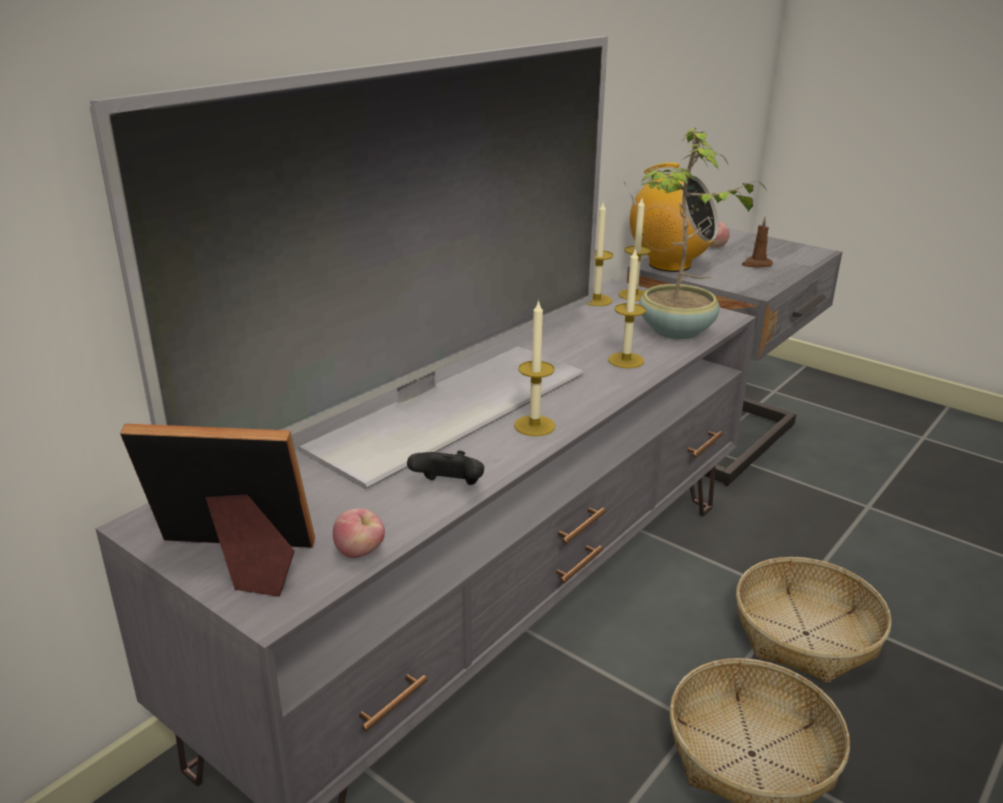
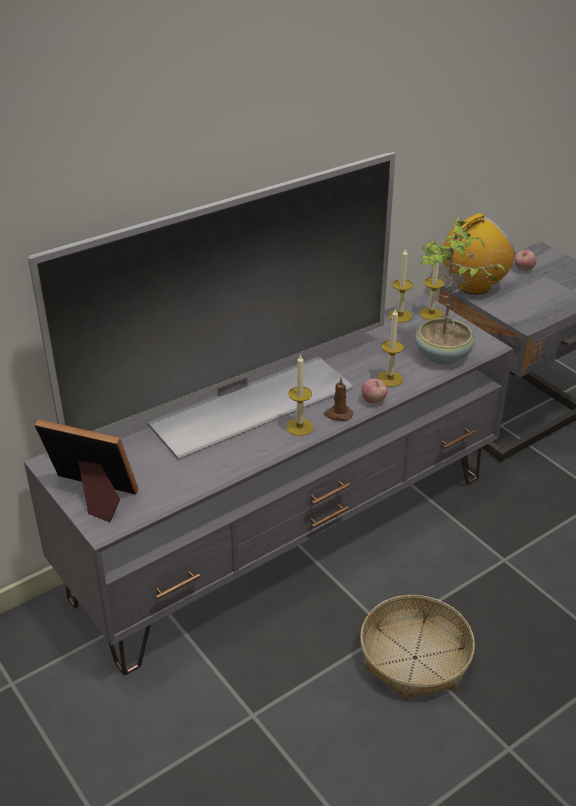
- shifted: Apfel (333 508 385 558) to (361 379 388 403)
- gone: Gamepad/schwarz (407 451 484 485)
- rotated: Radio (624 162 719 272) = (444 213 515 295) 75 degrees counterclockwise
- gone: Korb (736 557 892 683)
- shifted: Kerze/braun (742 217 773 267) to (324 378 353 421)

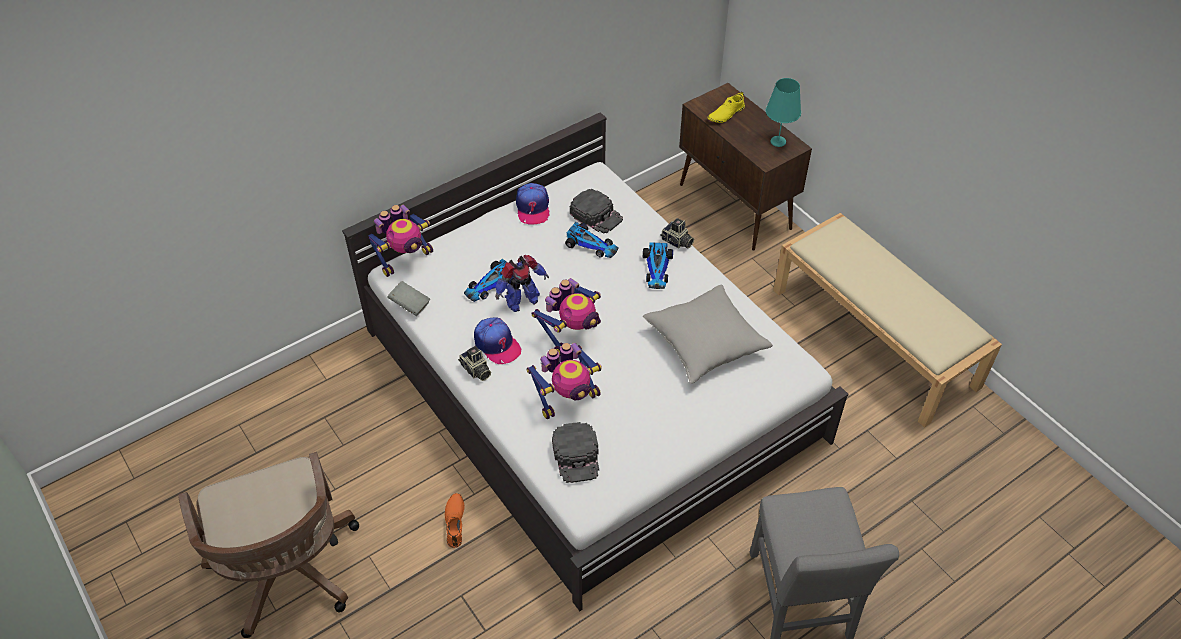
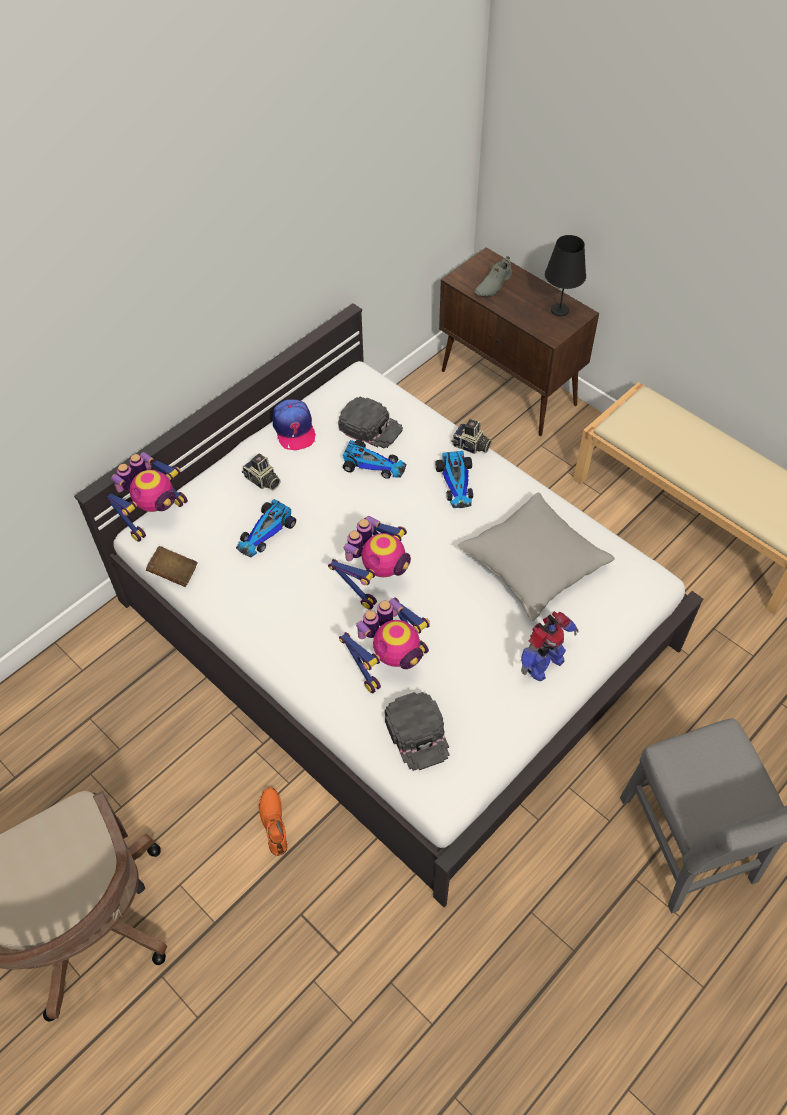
- repainted: Buch/grau (387 281 430 316) to Buch/braun (146 546 198 587)
- shifted: Kamera (458 346 491 381) to (242 453 281 490)
- gone: Kappe (474 317 522 364)
- shifted: Spielzeugroboter (495 254 549 312) to (521 611 578 681)
- repainted: Schuh/gelb (707 91 745 123) to Schuh/grau (474 256 512 297)
- repainted: Tischlampe/türkis (766 78 801 147) to Tischlampe/schwarz (545 235 586 316)

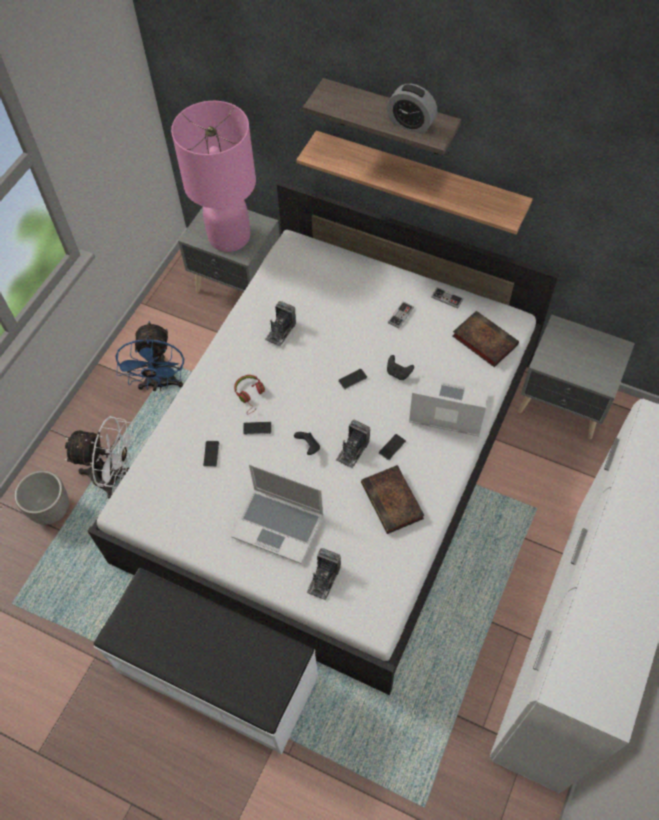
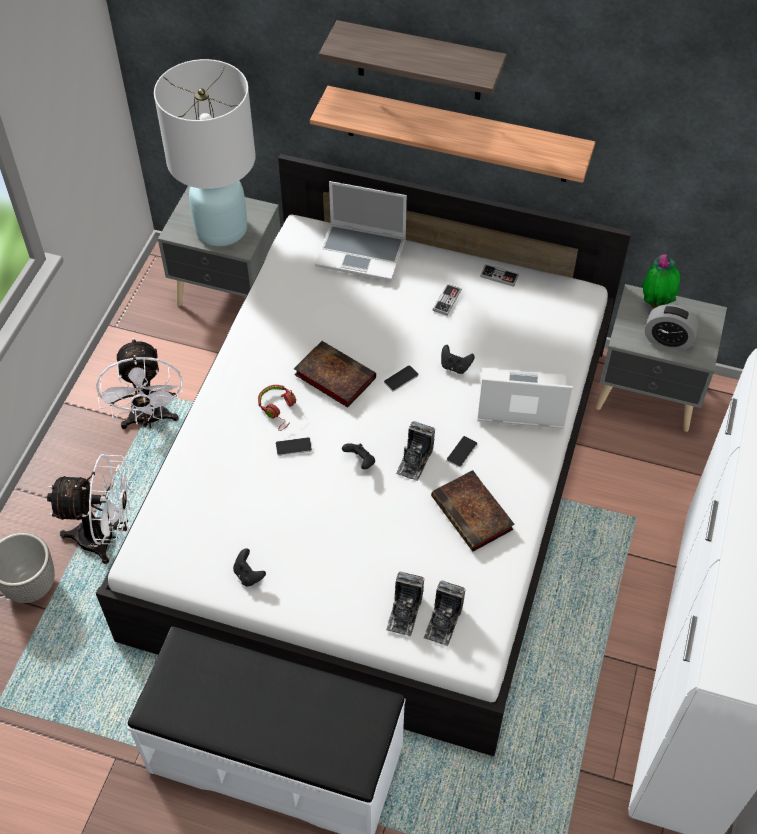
- repainted: Ventilator/blau (116 321 184 391) to Ventilator/weiß (96 338 183 429)
- repainted: Tischlampe/rosa (171 101 256 252) to Tischlampe/weiß (154 59 256 246)
- gone: Handy (203 441 219 467)
- shifted: Laptop (231 464 323 564) to (315 181 407 281)
- shifted: Kamera (265 301 296 346) to (423 580 465 646)
- shifted: Wecker (387 84 437 134) to (645 304 699 351)
- shifted: Buch (453 311 519 367) to (294 341 376 408)
- new: Gamepad/schwarz (233 548 266 587)
- new: Topfpflanze (642 254 681 308)

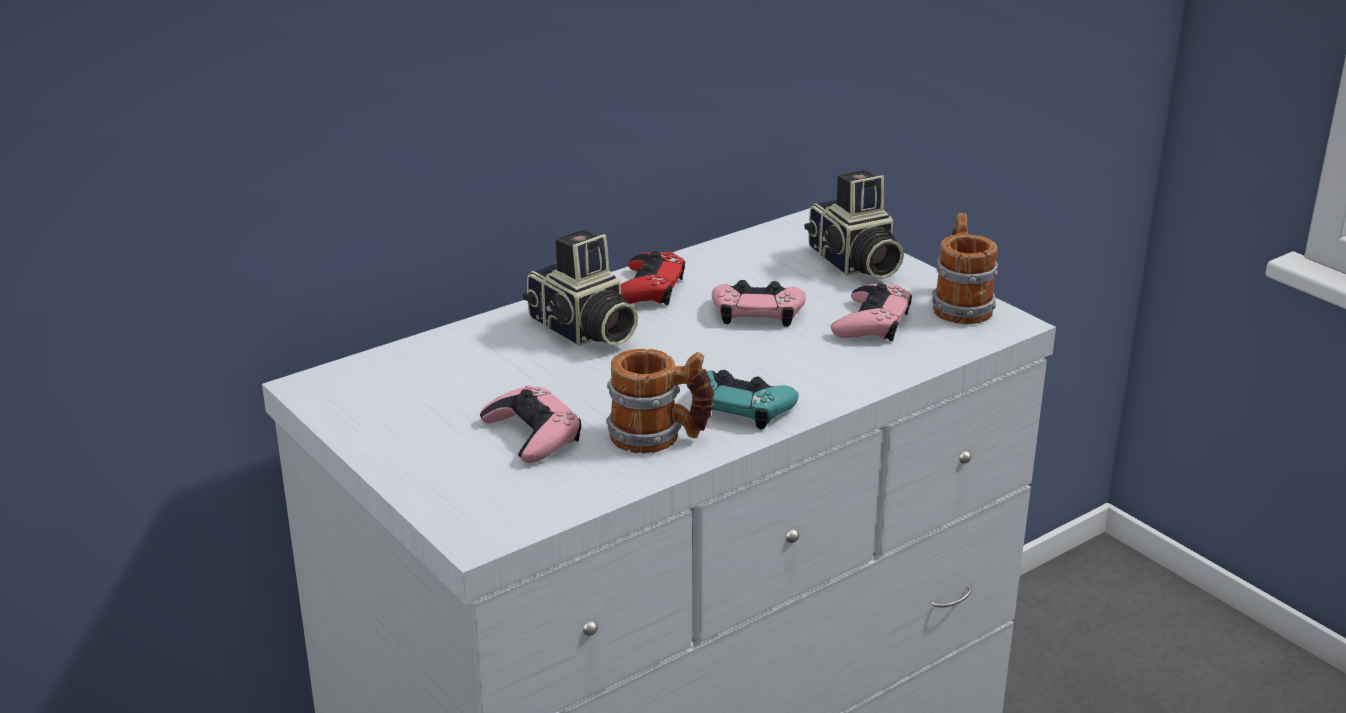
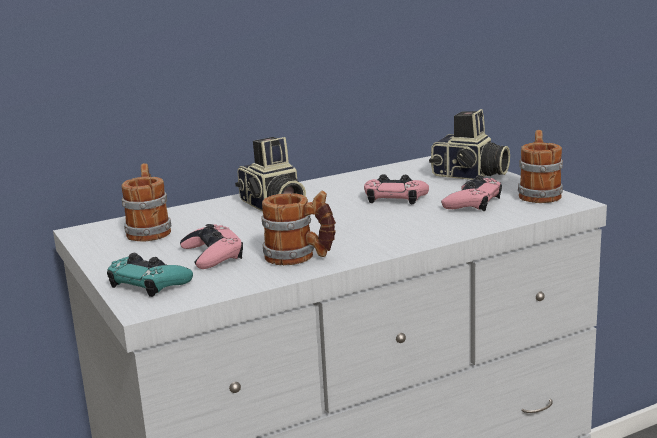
- gone: Gamepad/rot (621 250 685 305)
- shifted: Gamepad/türkis (692 370 799 429) to (107 253 193 297)
- rotated: Kamera (805 170 904 279) = (429 109 510 180) 45 degrees counterclockwise
- new: Henkelbecher (122 163 171 242)

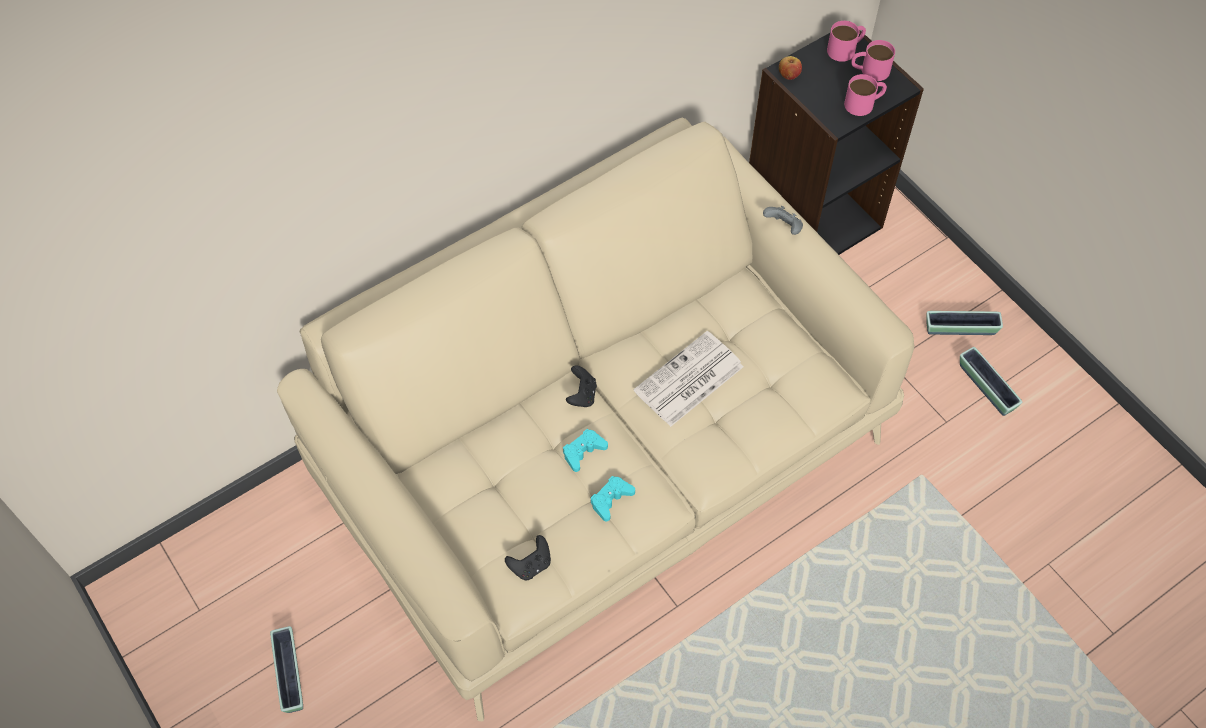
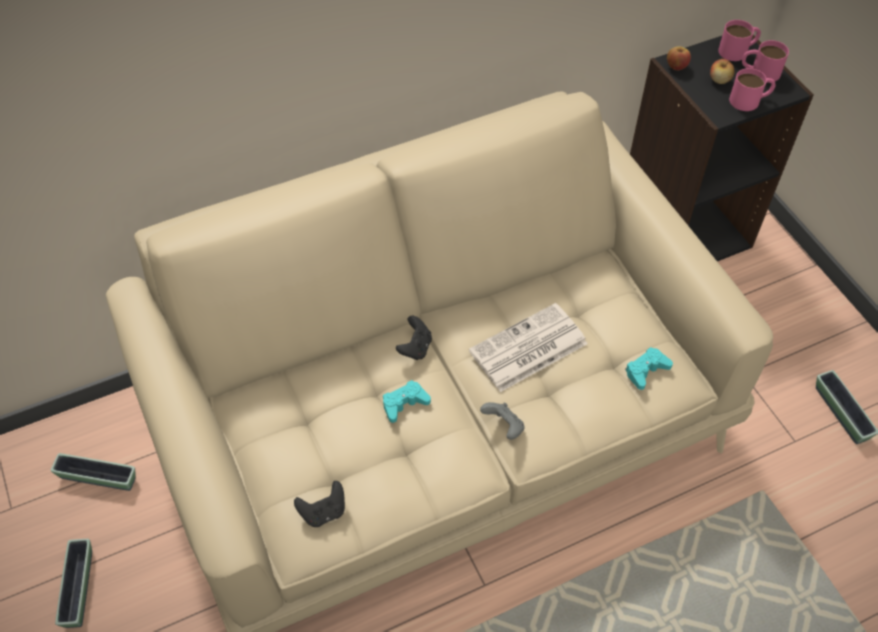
- shifted: Gamepad/türkis (590 476 635 521) to (625 347 673 390)
- shifted: Gamepad/grau (763 206 803 235) to (480 402 525 440)
- shifted: Pflanzkübel (926 311 1003 335) to (51 453 136 491)
- new: Apfel (710 59 734 84)

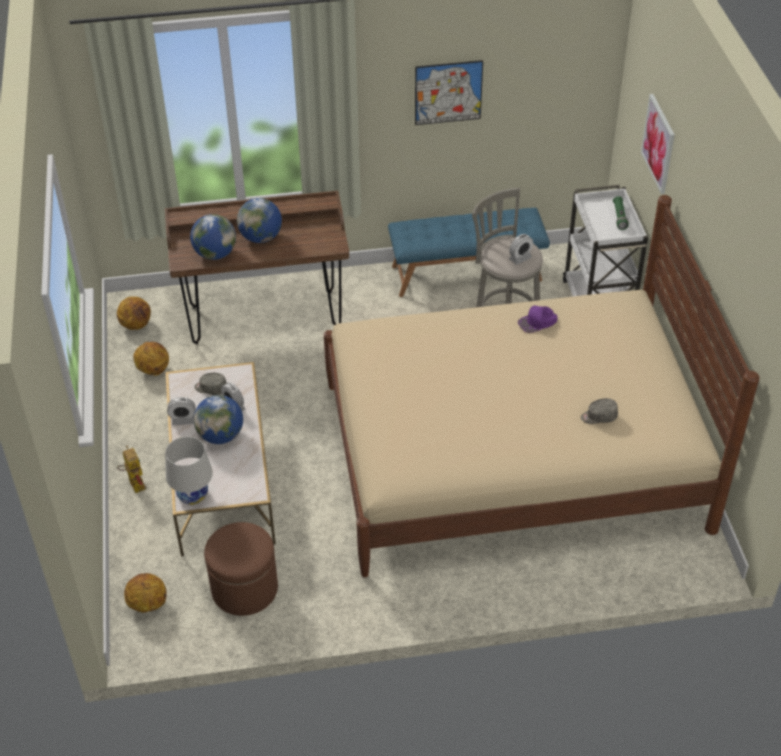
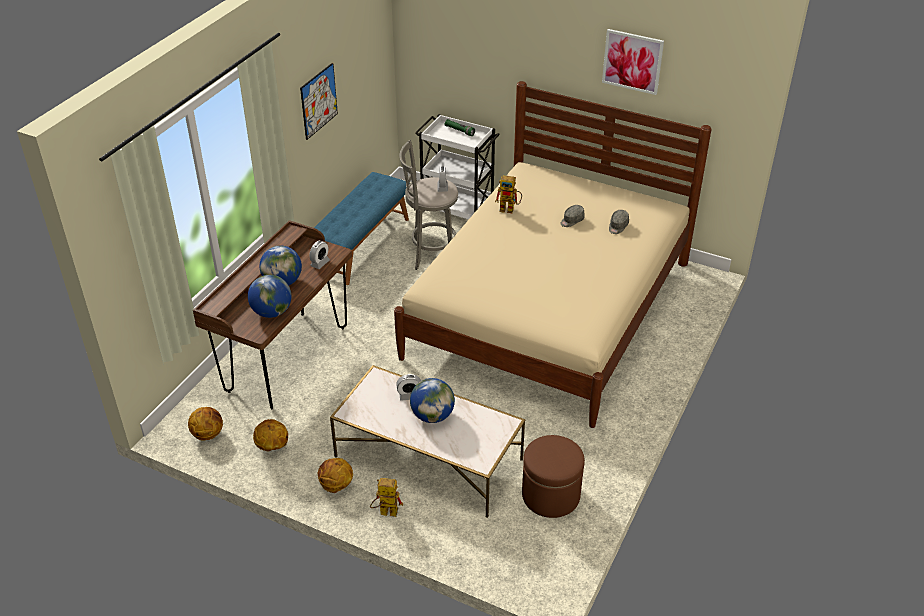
- shifted: Basketball (124 573 167 613) to (318 458 353 493)
- gone: Tischlampe/weiß (165 436 213 505)
- shifted: Wecker (167 397 195 425) to (310 241 330 269)
- shifted: Kappe/grau (194 373 227 395) to (560 205 585 227)
- swapped: Kappe/lila (518 305 558 333) to Spielzeugroboter (495 176 522 213)
- shifted: Bild (641 94 675 194) to (602 29 664 95)

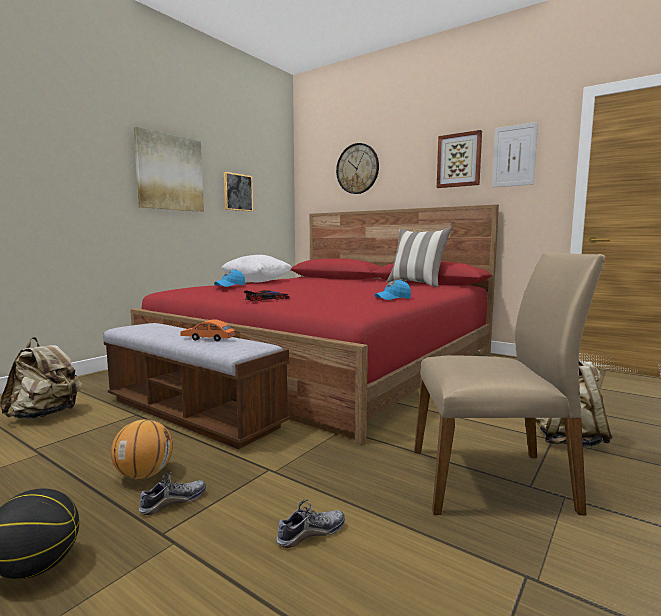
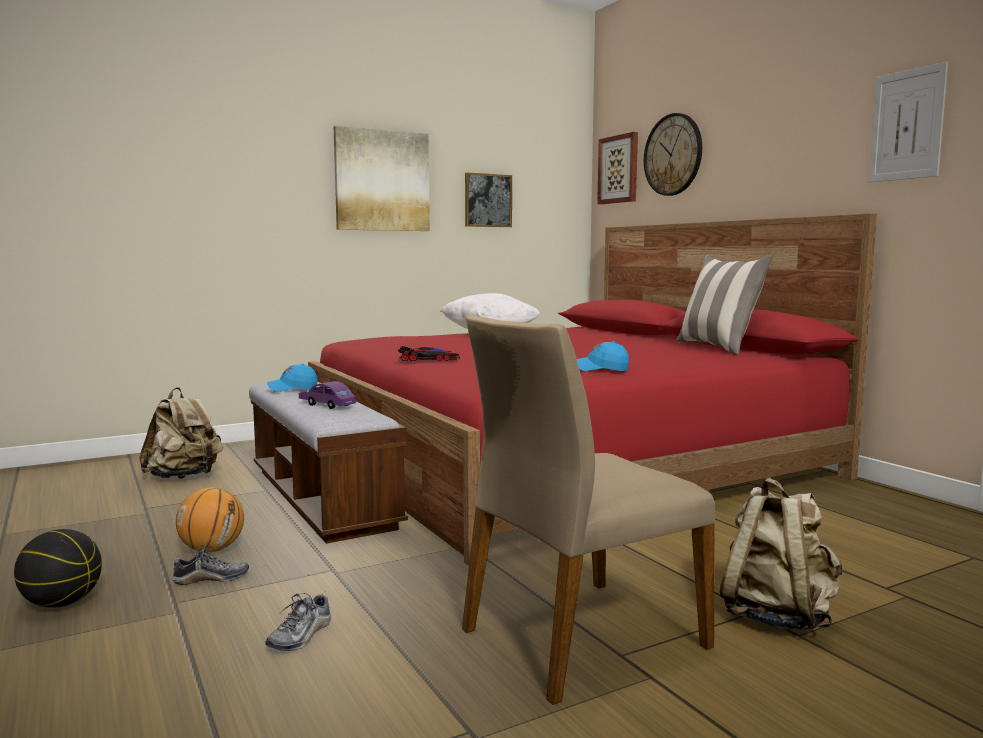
- repainted: Spielzeugauto/orange (180 320 235 341) to Spielzeugauto/lila (299 381 356 409)
- shifted: Kappe/blau (214 269 245 287) to (267 364 318 392)
- rotated: Schuh (276 499 345 548) = (265 592 331 651) 120 degrees clockwise
- rotated: Stuhl/beige (414 252 605 515) = (462 314 715 705) 120 degrees clockwise
- shifted: Bild (437 130 482 188) to (597 132 638 204)

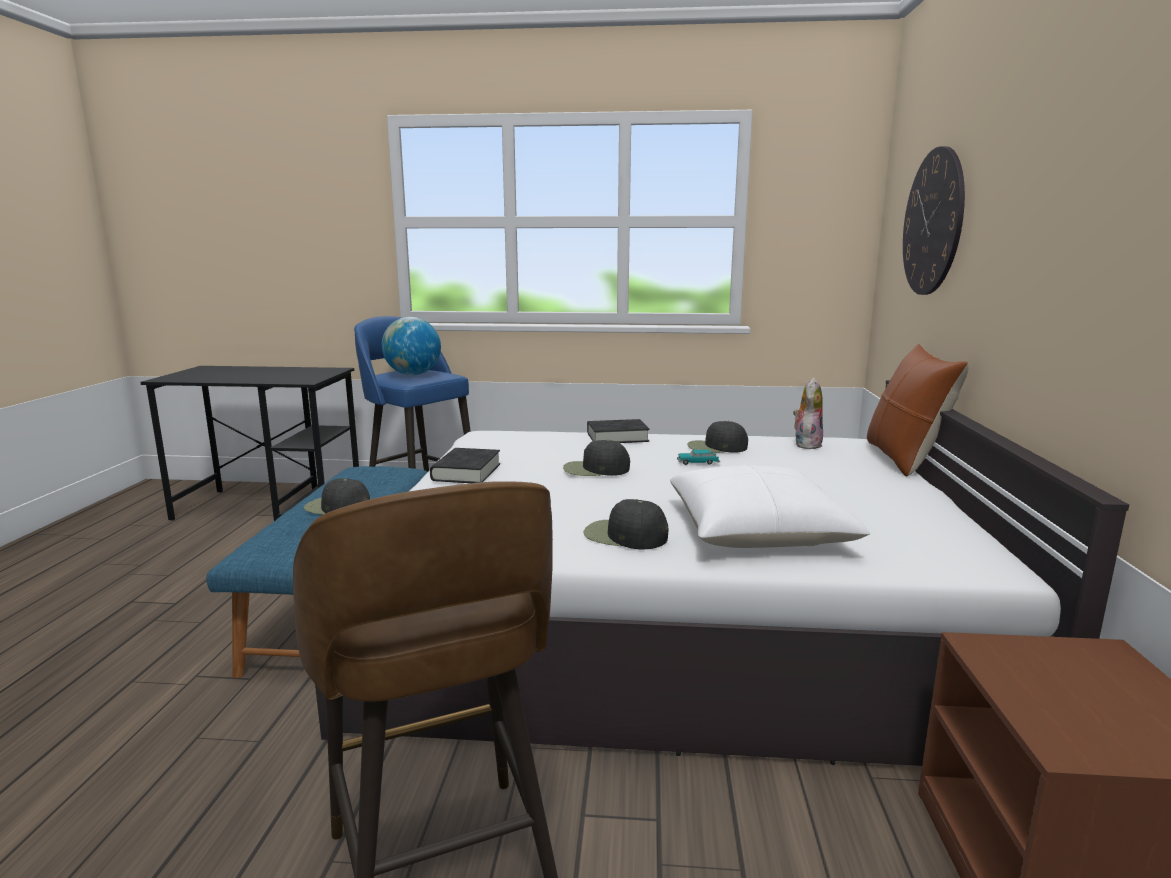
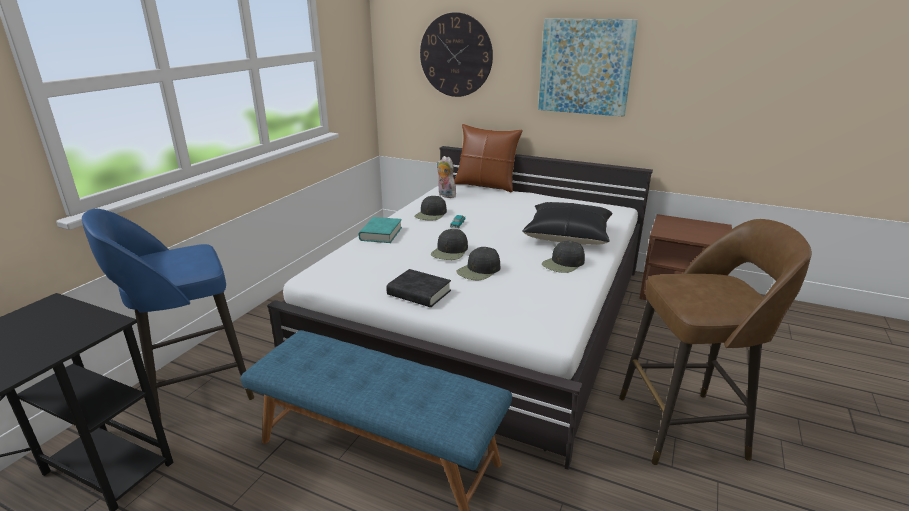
- shifted: Kappe/schwarz (304 478 370 515) to (456 247 500 280)
- gone: Globus (382 317 441 375)
- repainted: Buch/schwarz (587 419 650 443) to Buch/türkis (359 217 402 243)
- repainted: Kissen/weiß (670 465 870 548) to Kissen/schwarz (522 202 613 245)
- new: Bild (538 18 638 117)

